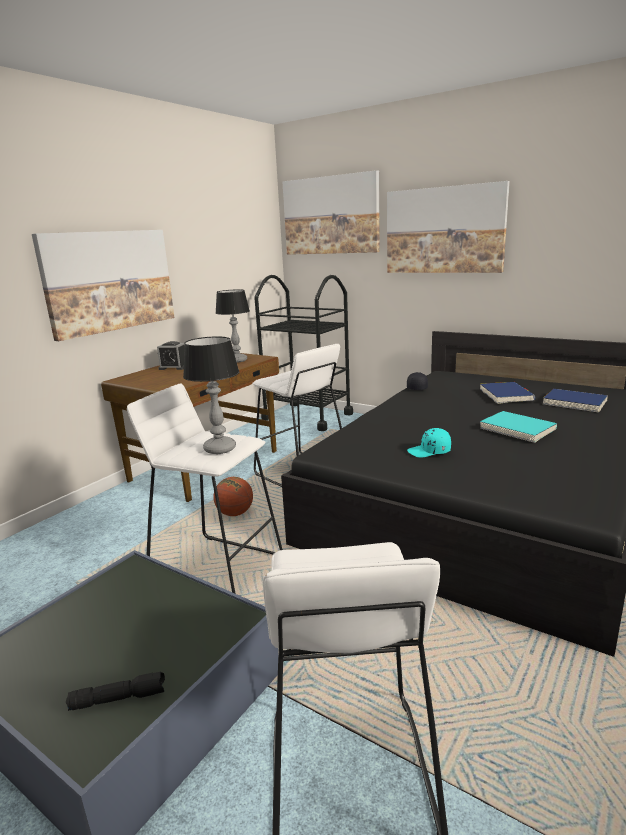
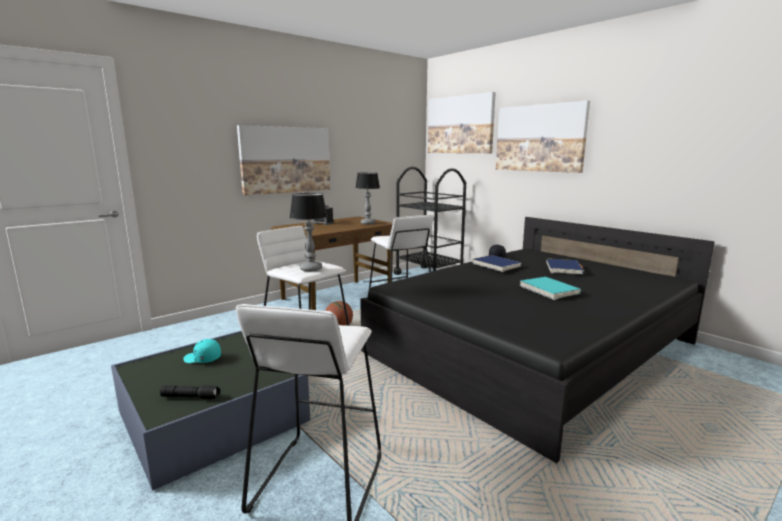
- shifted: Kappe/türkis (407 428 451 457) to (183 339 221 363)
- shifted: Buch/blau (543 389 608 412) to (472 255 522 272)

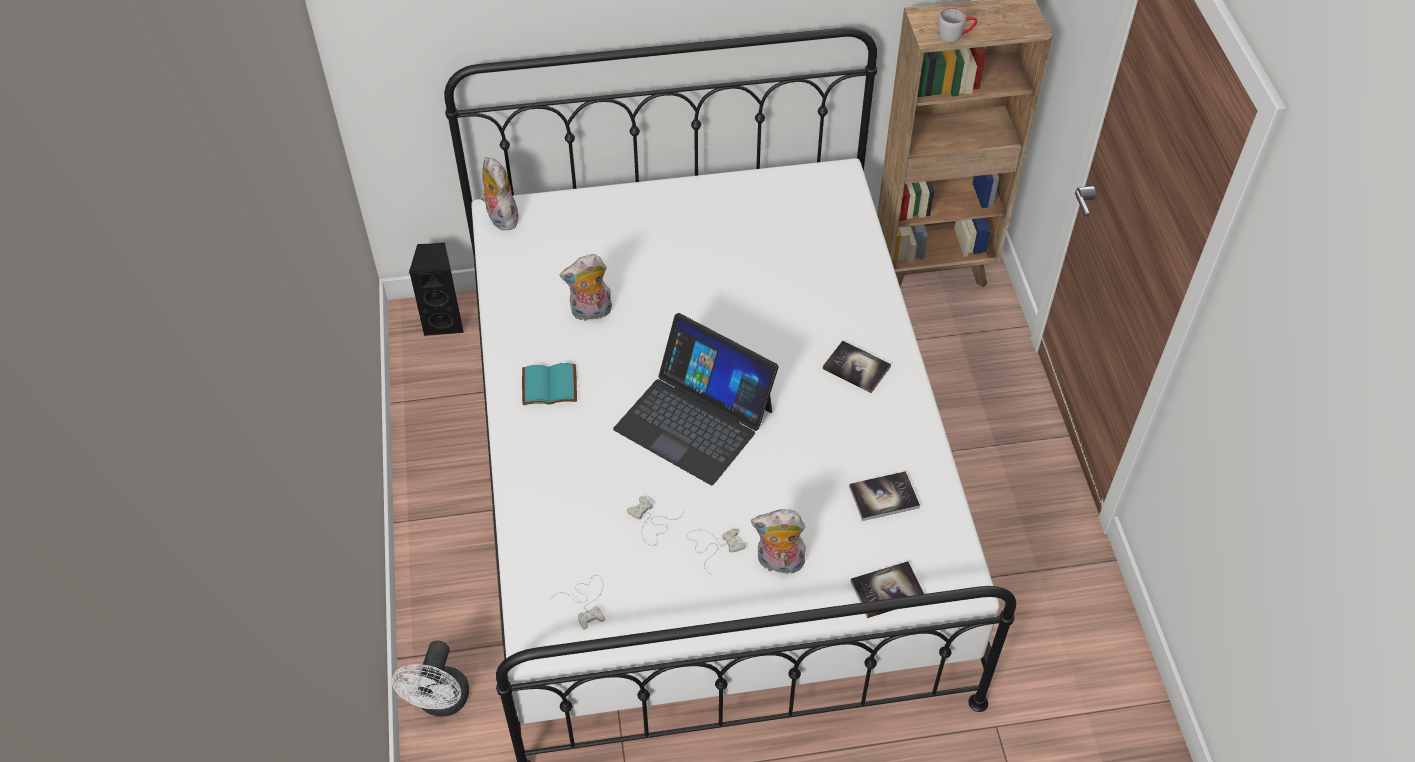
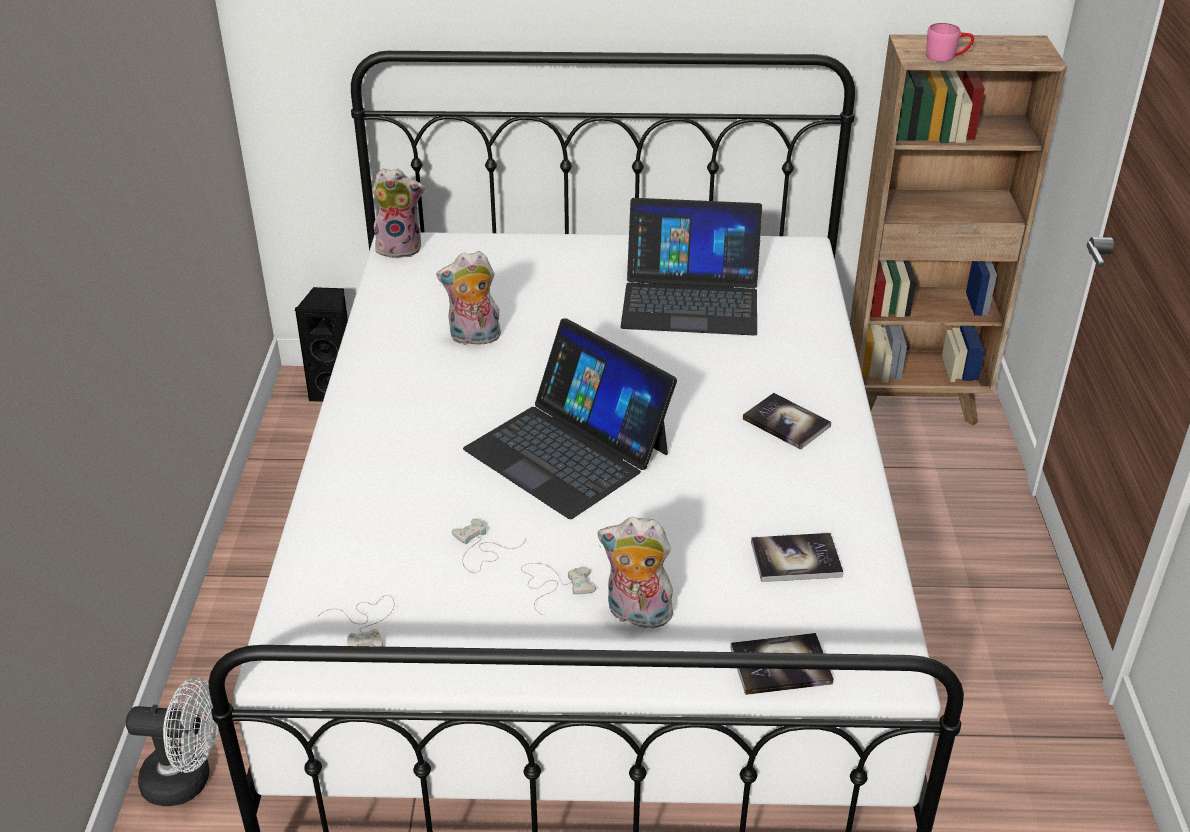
- rotated: Ventilator/weiß (392 641 469 717) = (126 678 218 806) 105 degrees counterclockwise
- rotated: Plüschtier (480 157 519 230) = (372 168 424 258) 105 degrees clockwise
- gone: Buch/türkis (522 363 577 405)
- repainted: Henkelbecher/grau (938 7 977 42) to Henkelbecher/rosa (926 23 974 62)
- new: Laptop (621 198 762 336)

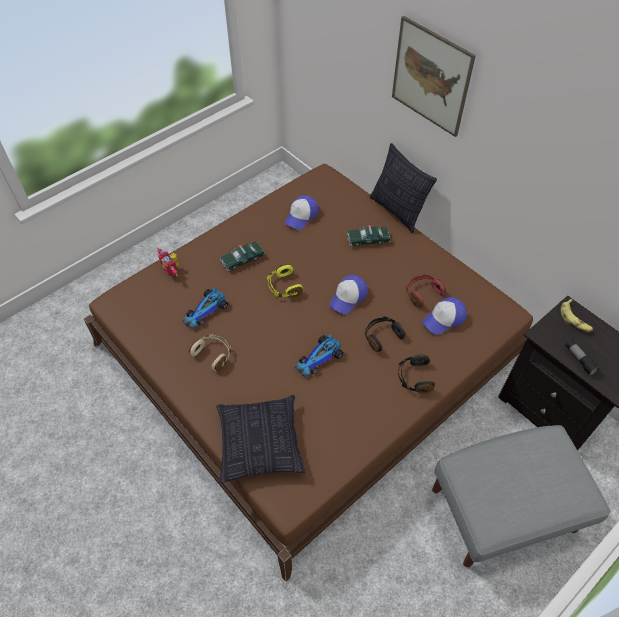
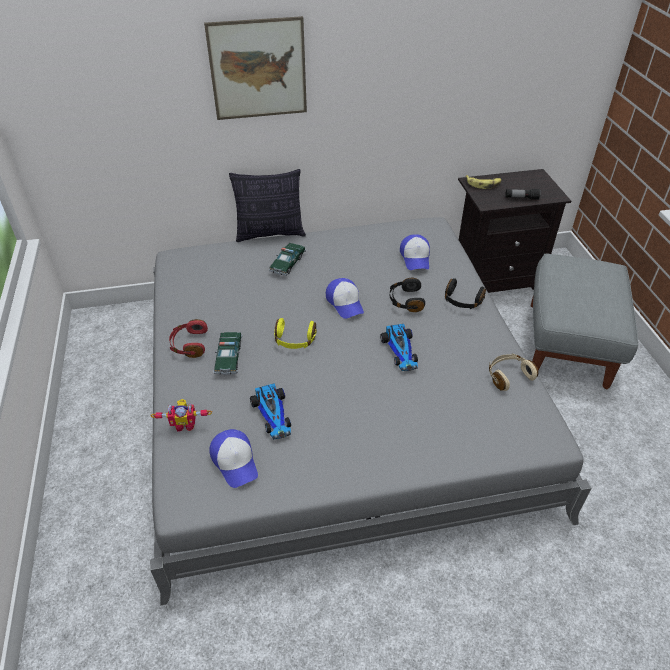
- repainted: Bett/braun (84 164 533 582) to Bett/grau (150 217 591 605)
- shifted: Kopfhörer/beige (189 334 231 371) to (489 353 538 391)
- gone: Kissen (216 395 306 483)
- shifted: Kappe (285 195 319 230) to (209 429 258 488)
- shifted: Kopfhörer/rot (406 274 446 307) to (169 319 208 358)

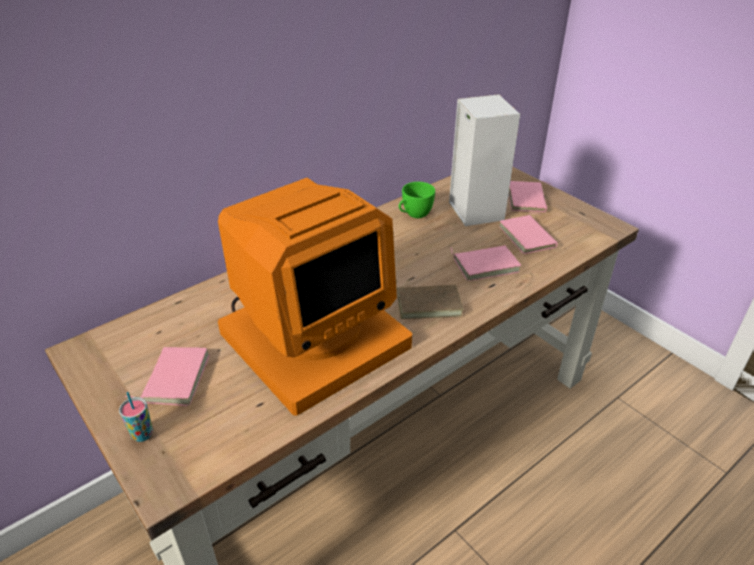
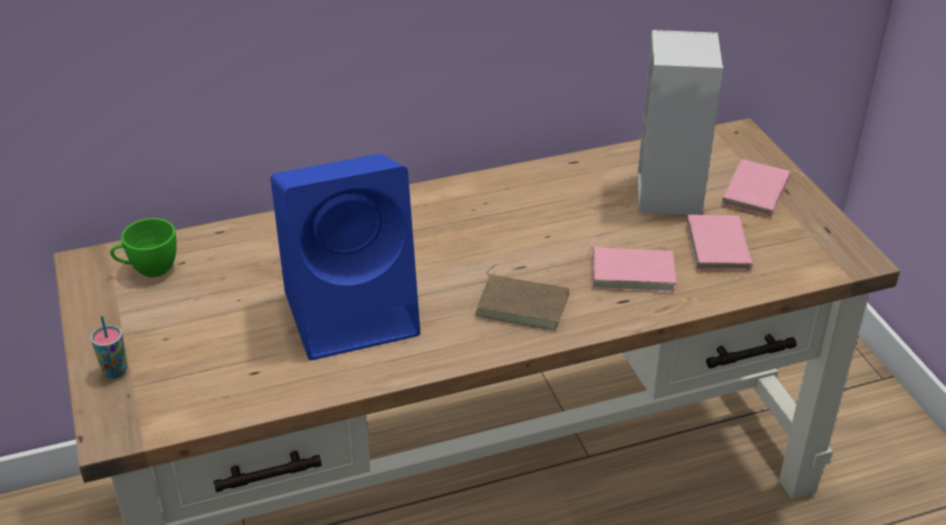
- gone: Buch/rosa (125 347 210 406)
- swapped: Monitor (218 178 412 416) to Lautsprecher/blau (270 154 420 360)
- shifted: Tasse/grün (399 182 435 218) to (110 218 177 277)

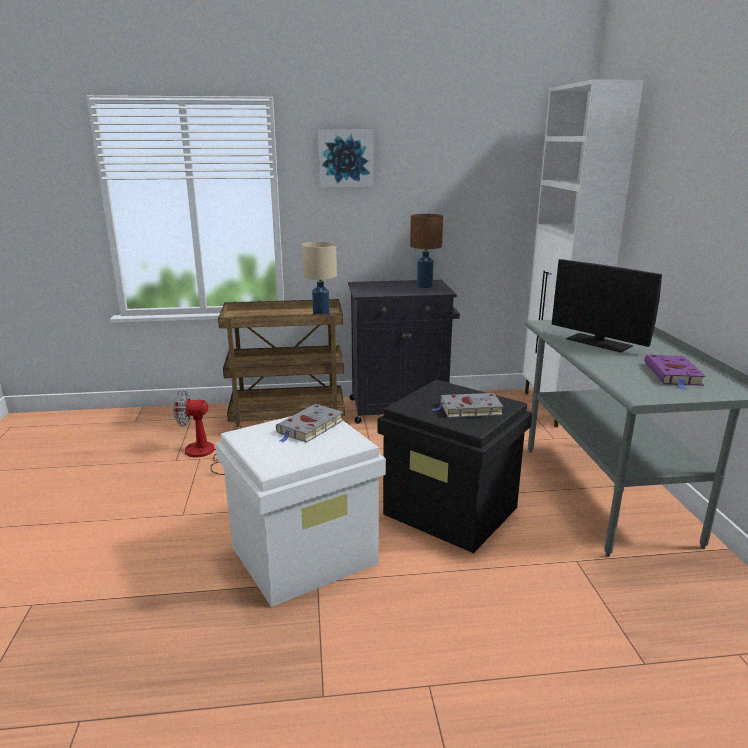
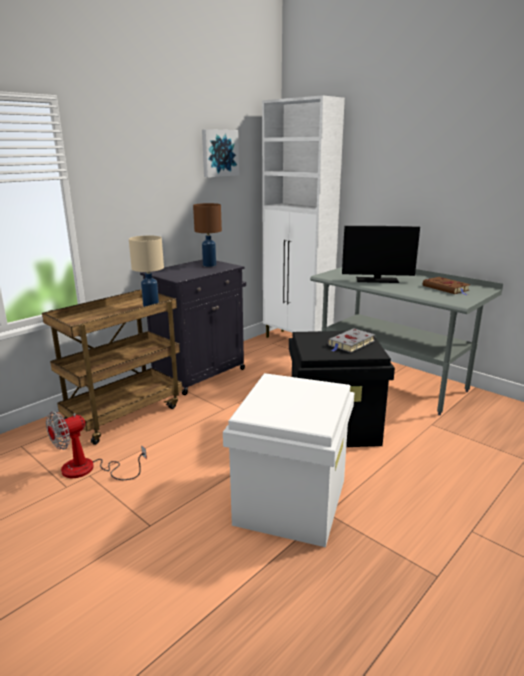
- gone: Buch/grau (276 404 344 443)
- shifted: Bild (318 129 374 187) to (202 129 239 177)
- repainted: Buch/lila (644 354 706 390) to Buch/braun (423 277 470 295)

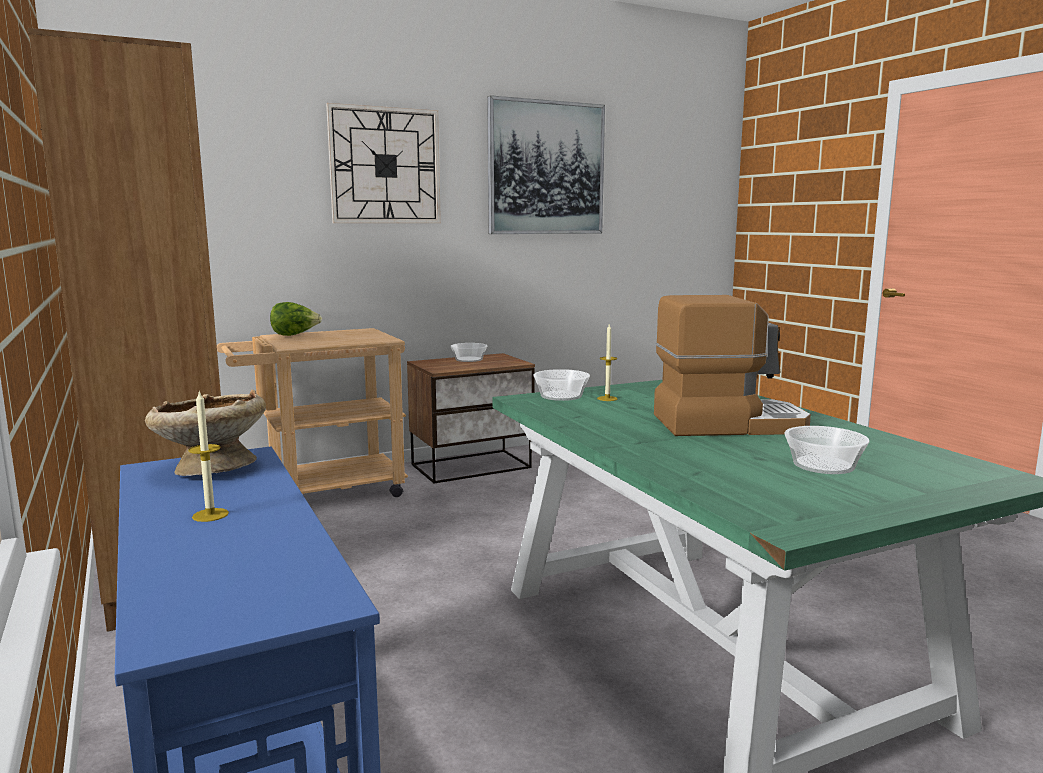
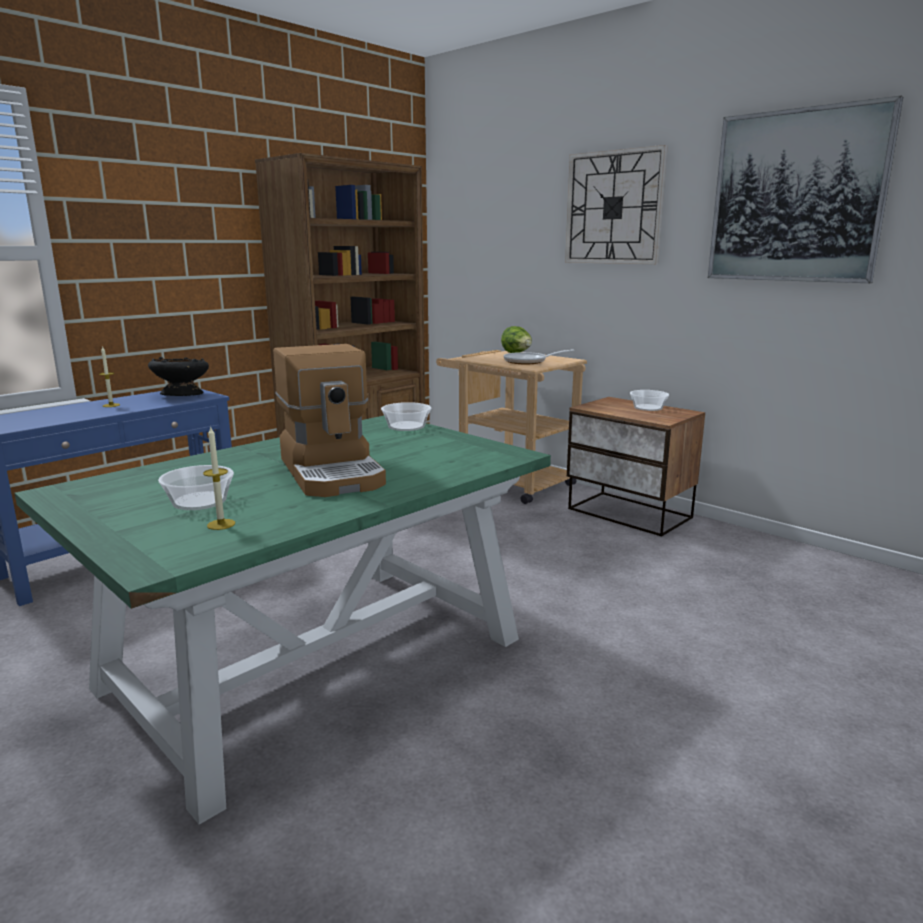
- repainted: Schüssel/beige (145 389 266 476) to Schüssel/schwarz (148 357 209 396)
- shifted: Kerze (597 324 618 401) to (203 427 235 530)
- new: Pfanne (504 349 574 364)

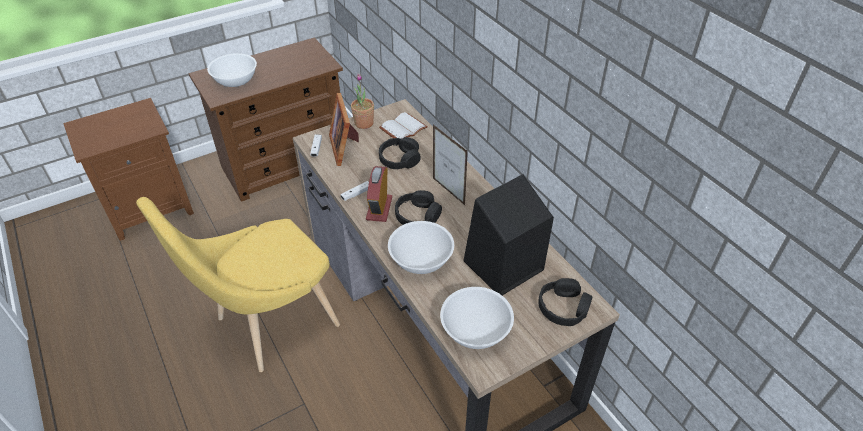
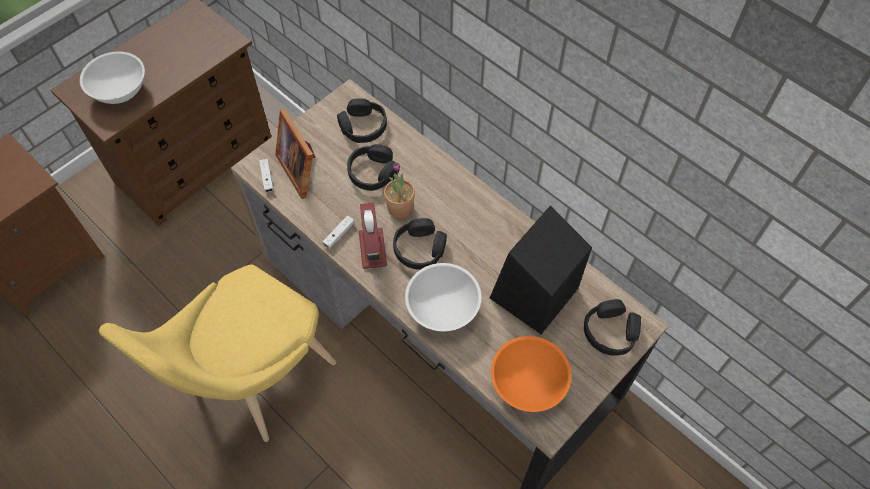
- shifted: Topfpflanze (351 73 374 129) to (384 162 415 218)
- swapped: Buch/weiß (379 112 428 139) to Kopfhörer/schwarz (337 98 387 143)
- gone: Bilderrahmen (433 125 468 205)
- repainted: Schüssel/weiß (440 287 514 349) to Schüssel/orange (491 336 571 412)

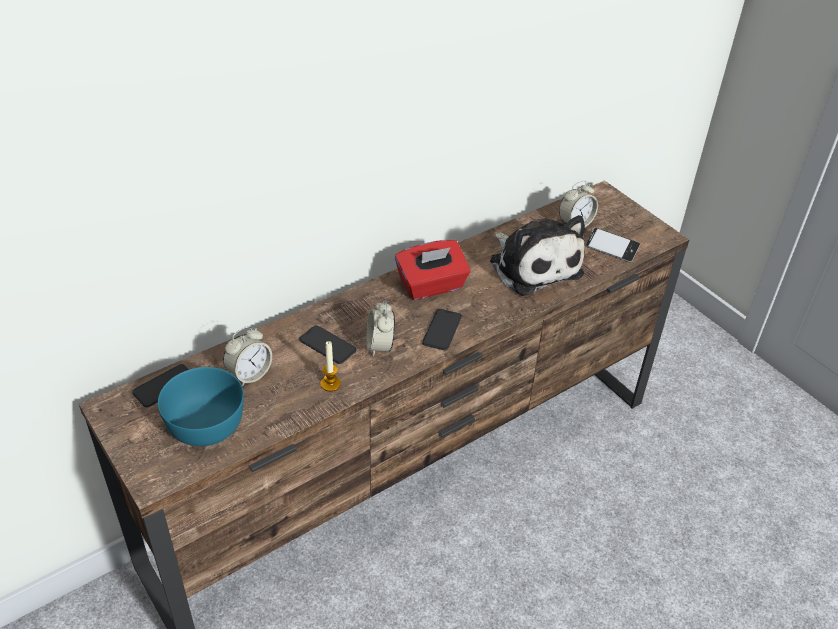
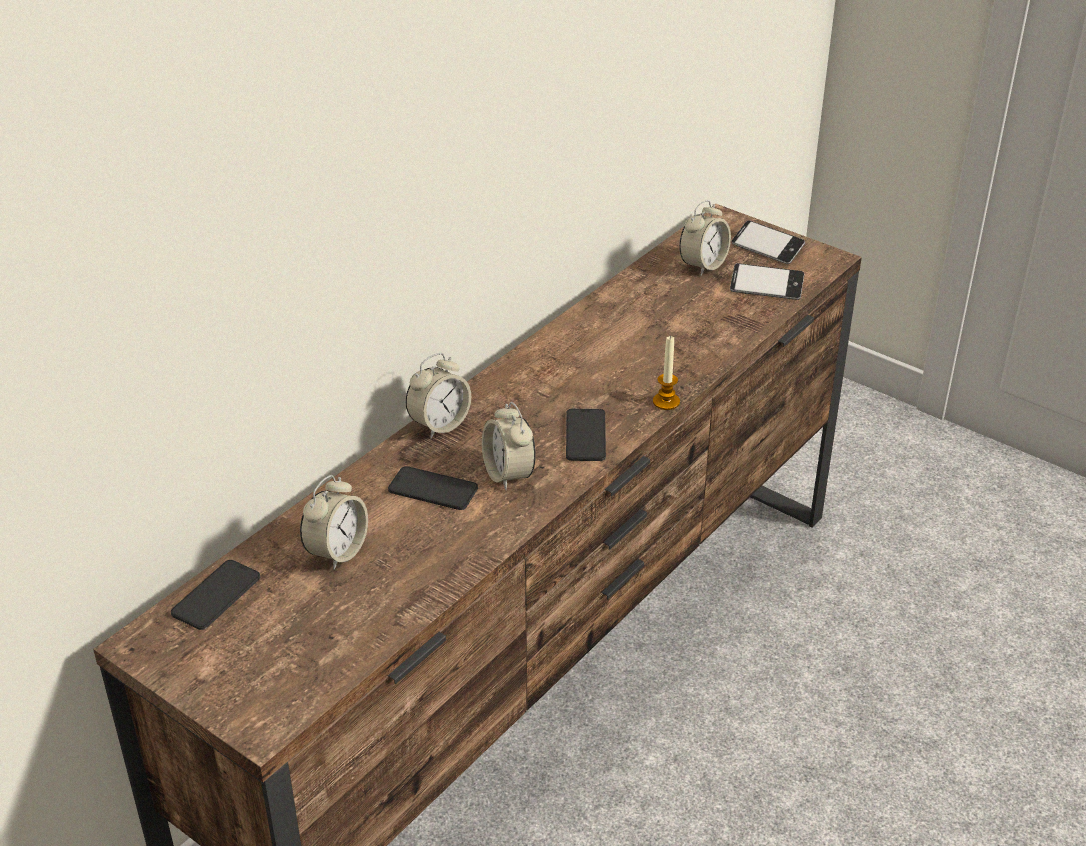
- gone: Schüssel/türkis (158 367 244 446)
- shifted: Kerze (320 341 341 392) to (653 335 680 410)
- gone: Taschentuchbox/rot (395 240 471 300)
- gone: Plüschtier (490 215 585 296)
- new: Wecker (406 353 471 438)
- new: Handy (731 220 805 264)

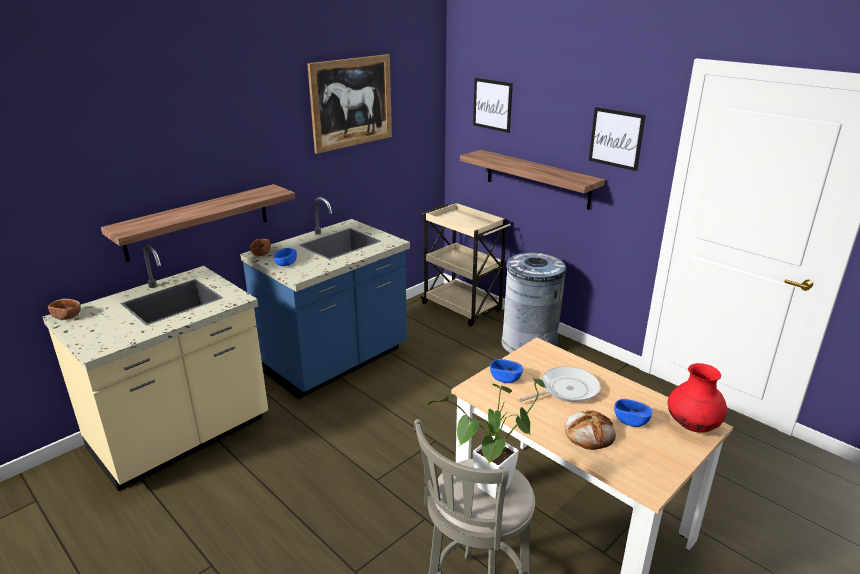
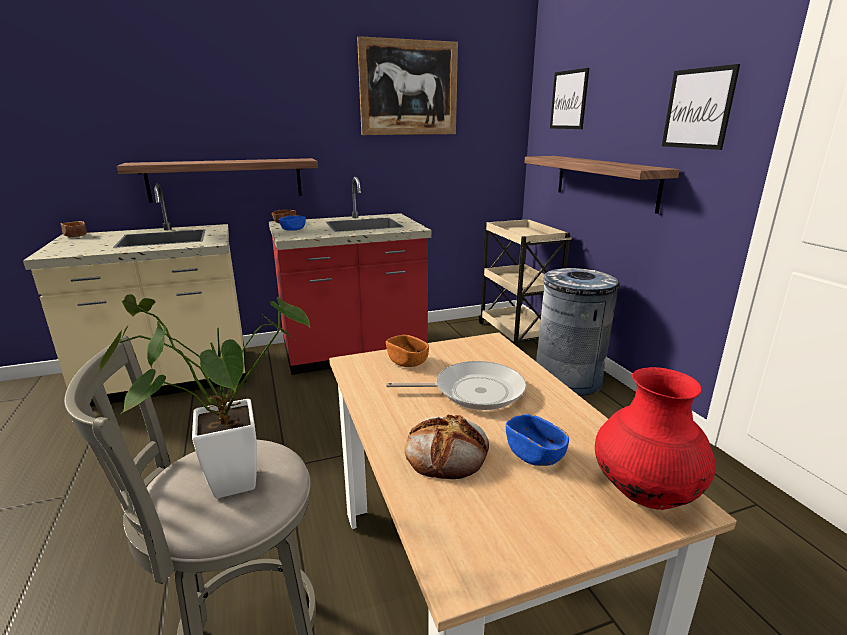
- repainted: Küchenzeile/blau (240 197 410 399) to Küchenzeile/rot (269 177 431 375)
- repainted: Schüssel/blau (490 359 523 383) to Schüssel/orange (386 335 429 367)

